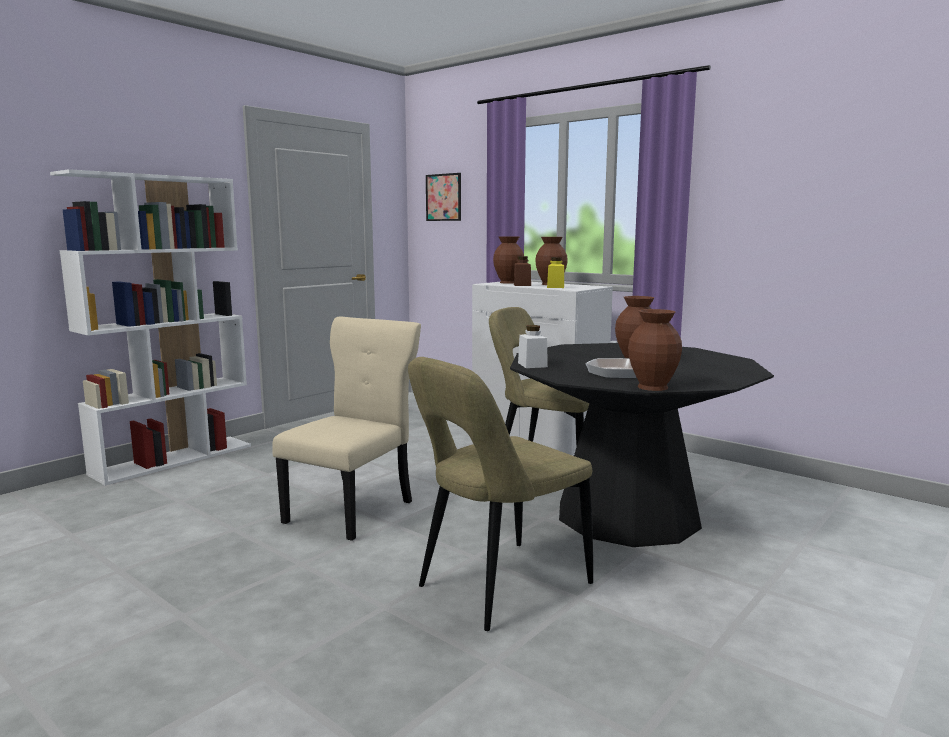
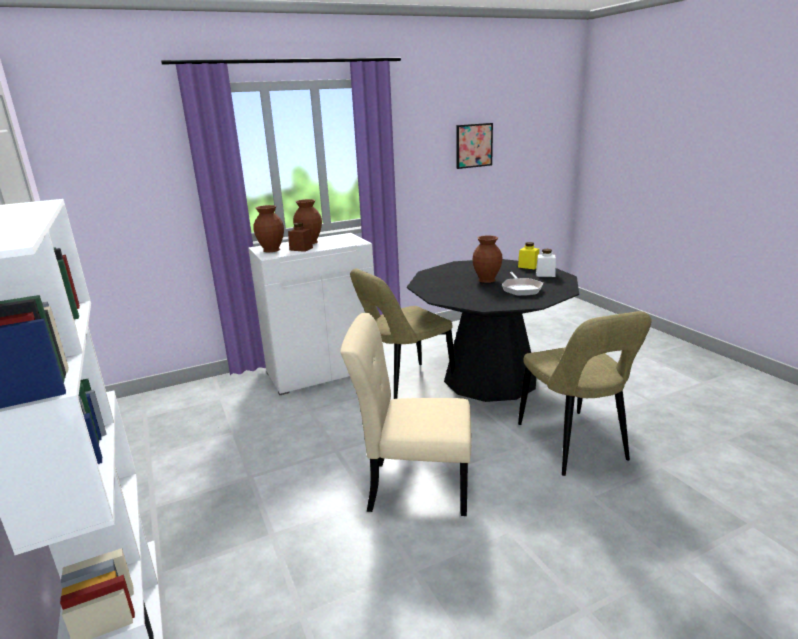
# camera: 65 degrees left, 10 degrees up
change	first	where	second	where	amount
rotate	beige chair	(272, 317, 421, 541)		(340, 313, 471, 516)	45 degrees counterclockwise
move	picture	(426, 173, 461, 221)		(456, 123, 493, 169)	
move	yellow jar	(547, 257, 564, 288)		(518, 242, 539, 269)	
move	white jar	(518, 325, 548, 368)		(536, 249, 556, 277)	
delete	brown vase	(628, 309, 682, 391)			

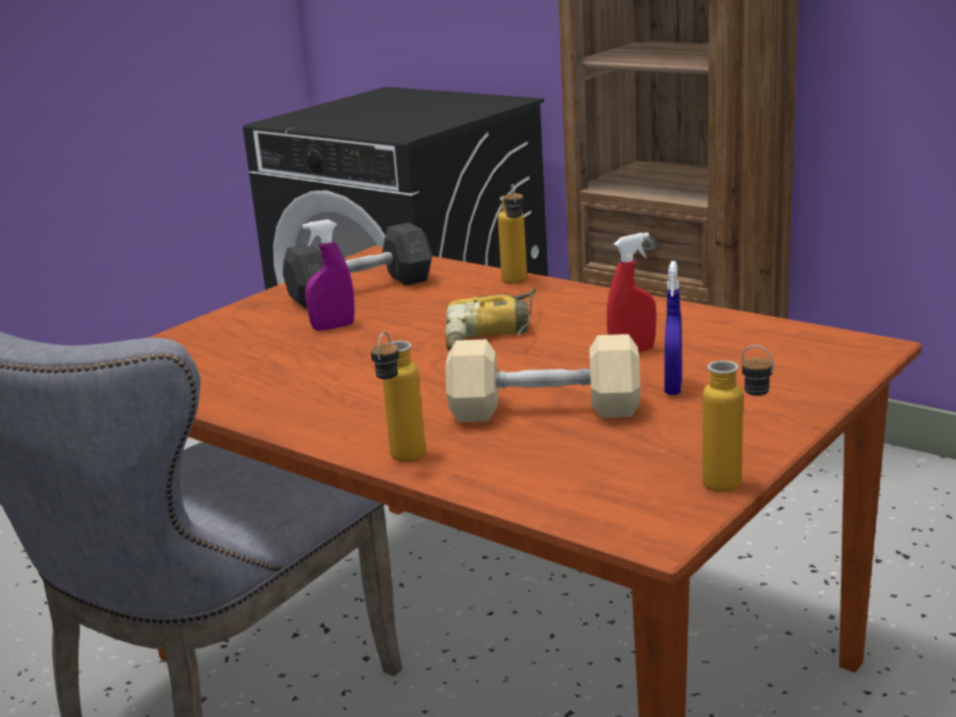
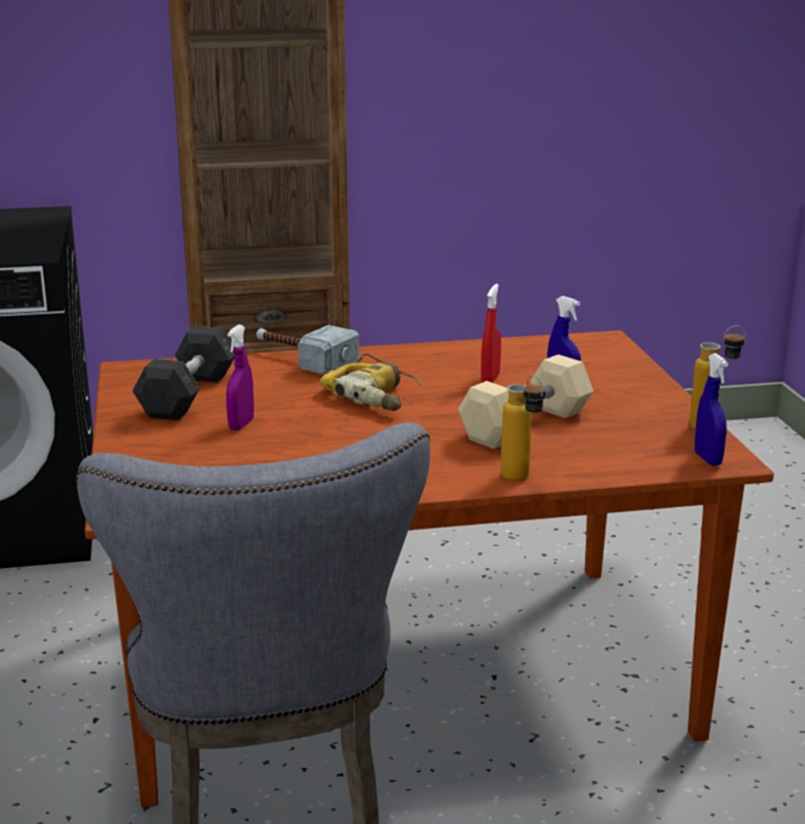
# camera: 50 degrees left, 0 degrees up
change	first	where	second	where	amount
replace	bottle	(498, 184, 527, 284)	hammer	(256, 325, 359, 374)	
insert			blue spray bottle	(695, 353, 728, 466)	

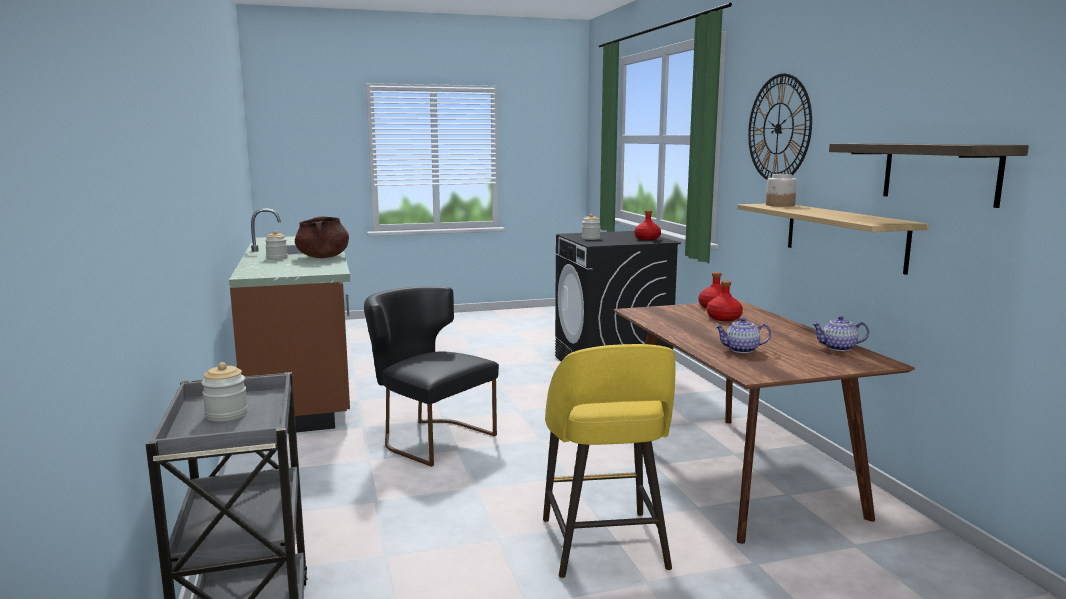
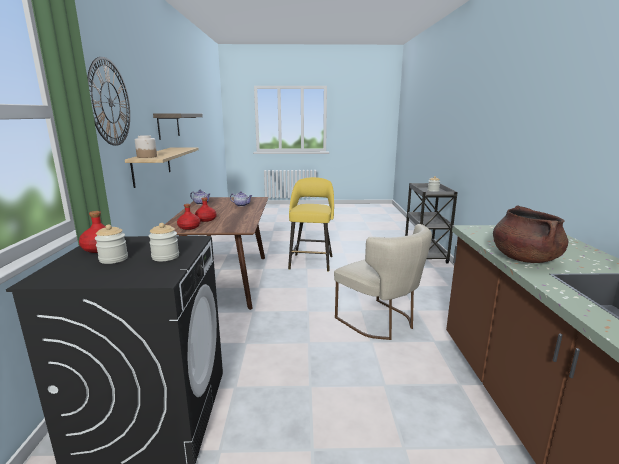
# camera: 165 degrees left, 5 degrees up
change	first	where	second	where	amount
move	jar	(265, 231, 288, 260)		(95, 224, 128, 264)	
recolor	black chair	(364, 286, 499, 467)	beige chair	(334, 224, 432, 340)	

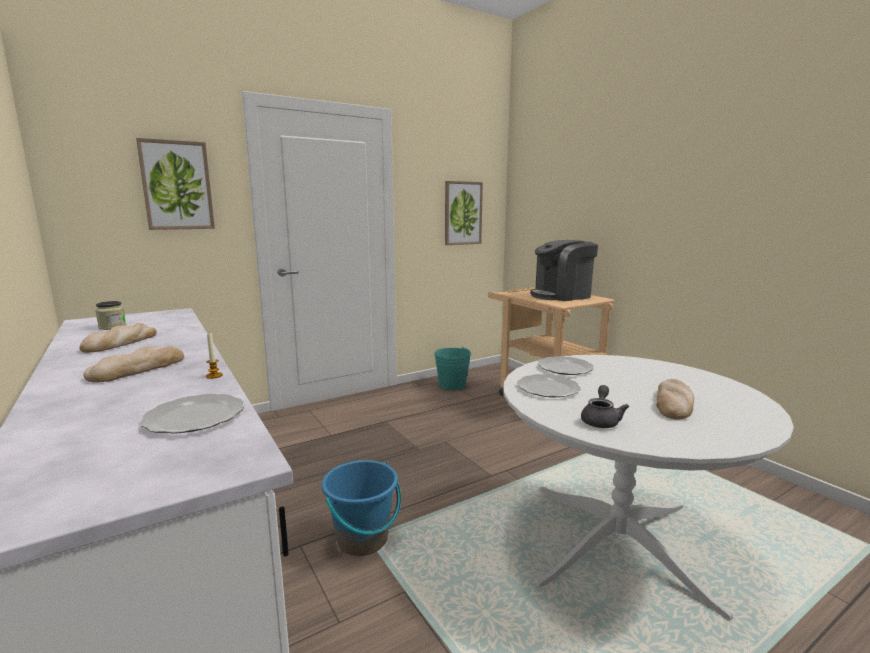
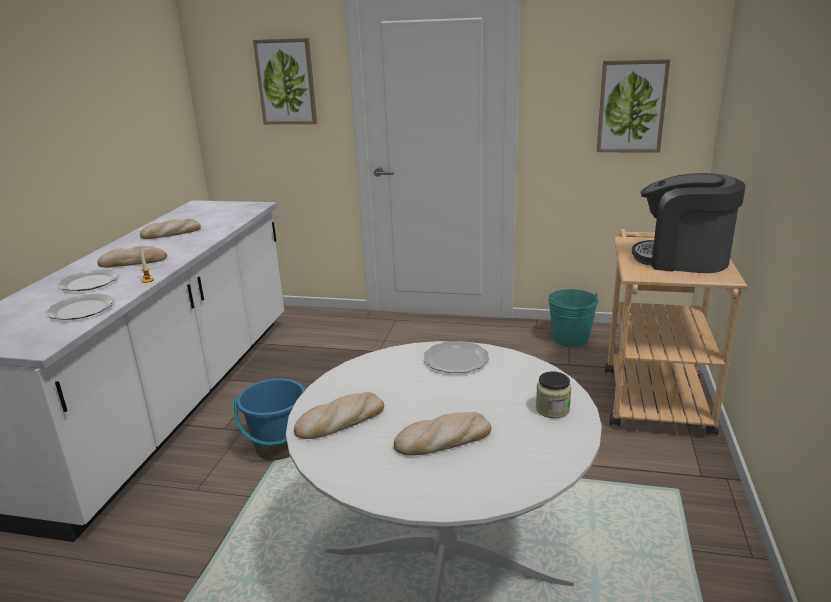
# camera: 45 degrees right, 10 degrees up
change	first	where	second	where	amount
move	plate	(517, 374, 581, 397)		(58, 269, 119, 291)	
replace	grey teapot	(581, 385, 630, 428)	bread	(294, 392, 384, 439)	
move	jar	(95, 301, 126, 330)		(536, 371, 571, 418)	

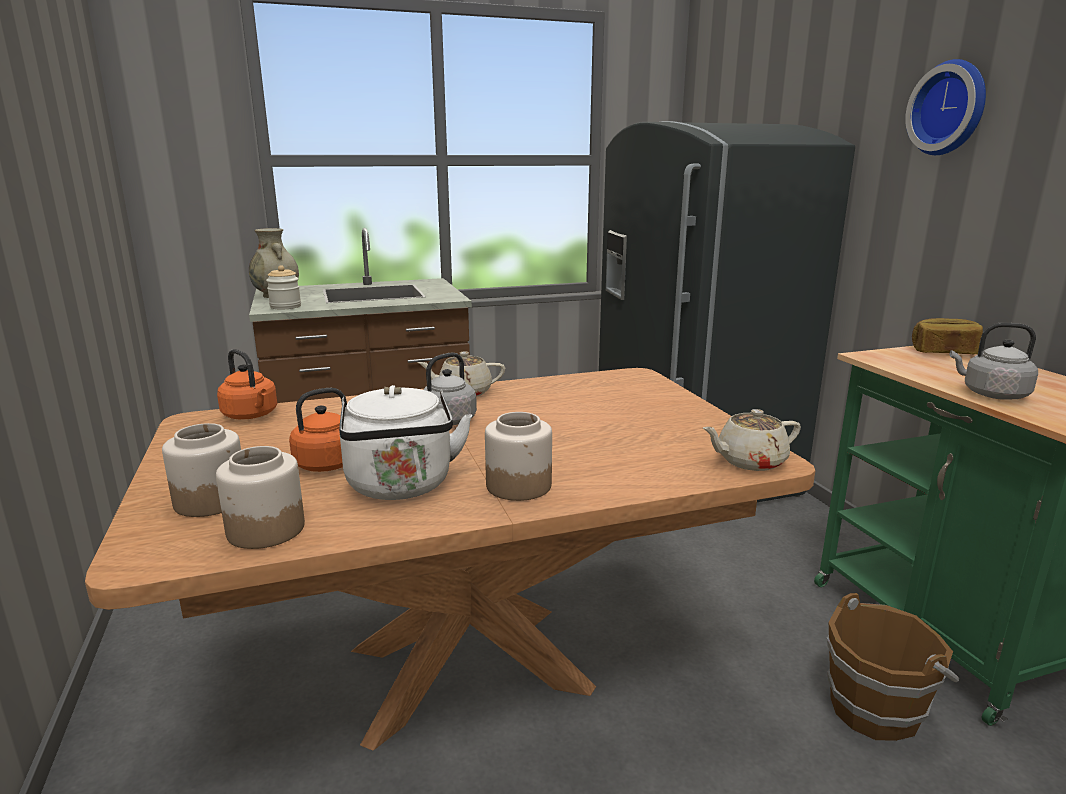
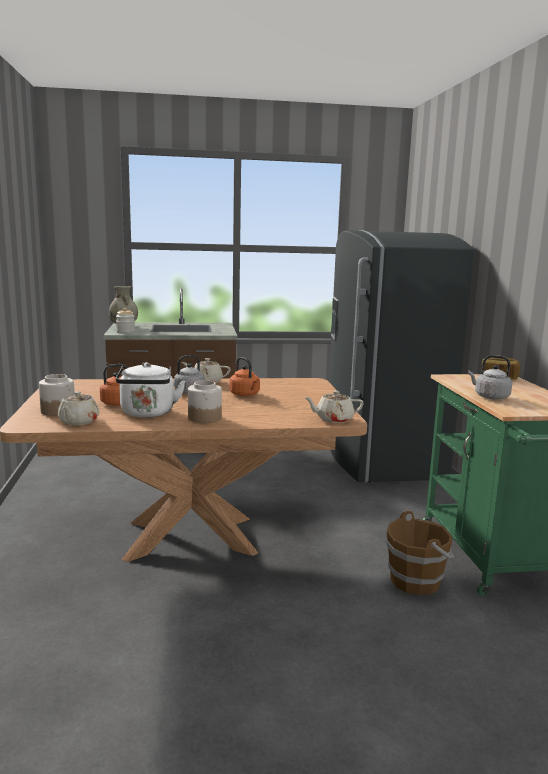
# camera: 10 degrees right, 5 degrees down
change	first	where	second	where	amount
replace	jar	(216, 446, 305, 549)	beige teapot	(58, 391, 99, 425)	
move	orange kettle	(217, 349, 277, 419)		(229, 357, 260, 396)	
delete	wall clock	(905, 59, 986, 155)			

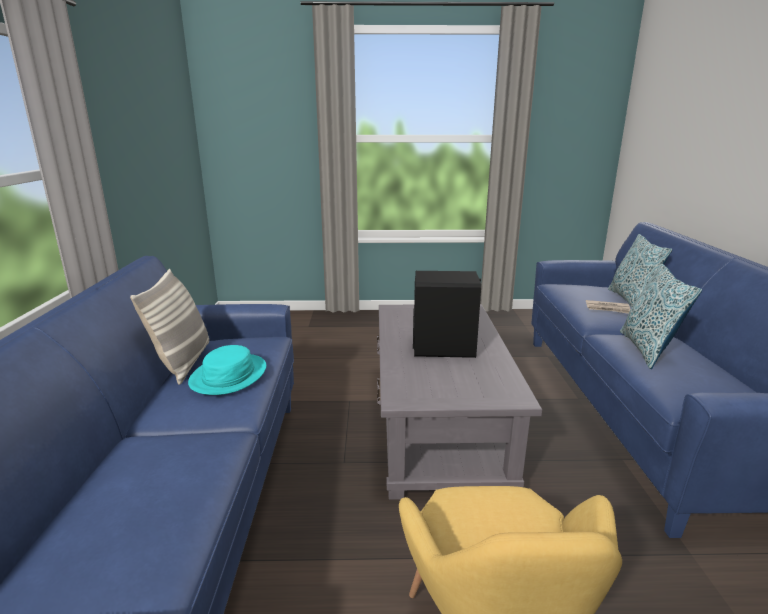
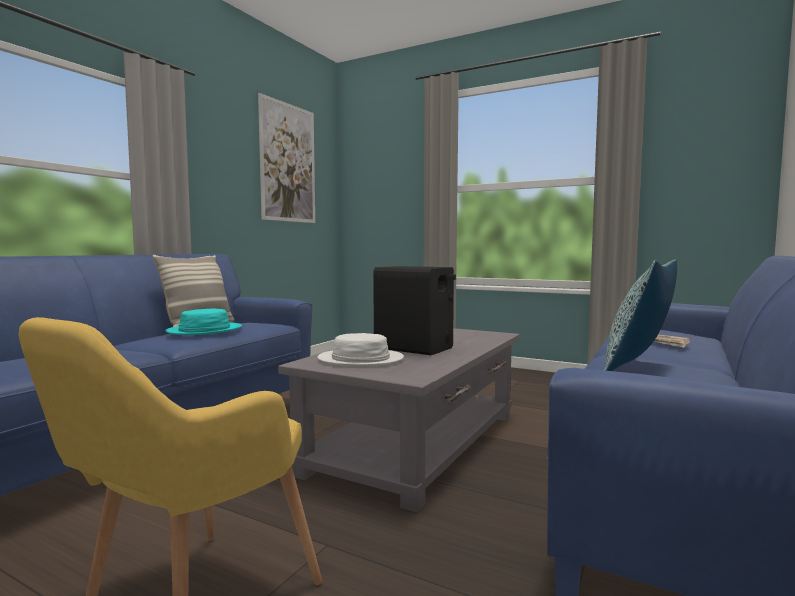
# camera: 30 degrees right, 15 degrees down
change	first	where	second	where	amount
insert			picture	(258, 93, 315, 223)	
insert			white hat	(317, 333, 404, 366)	
delete	pillow	(608, 234, 673, 308)			

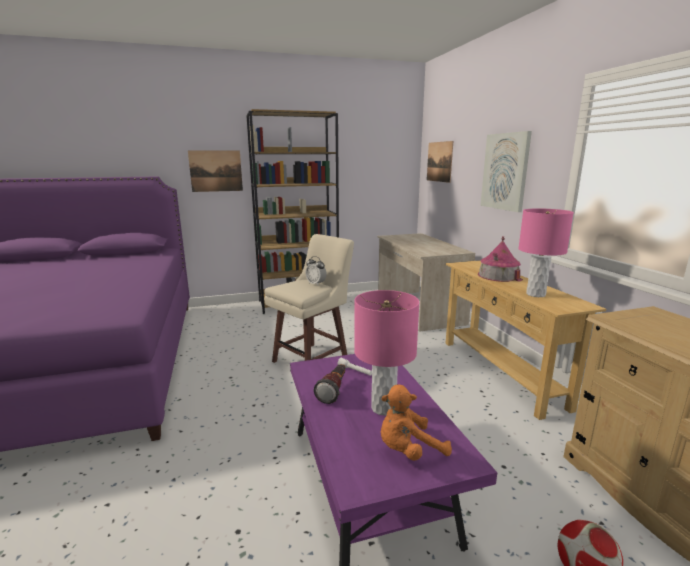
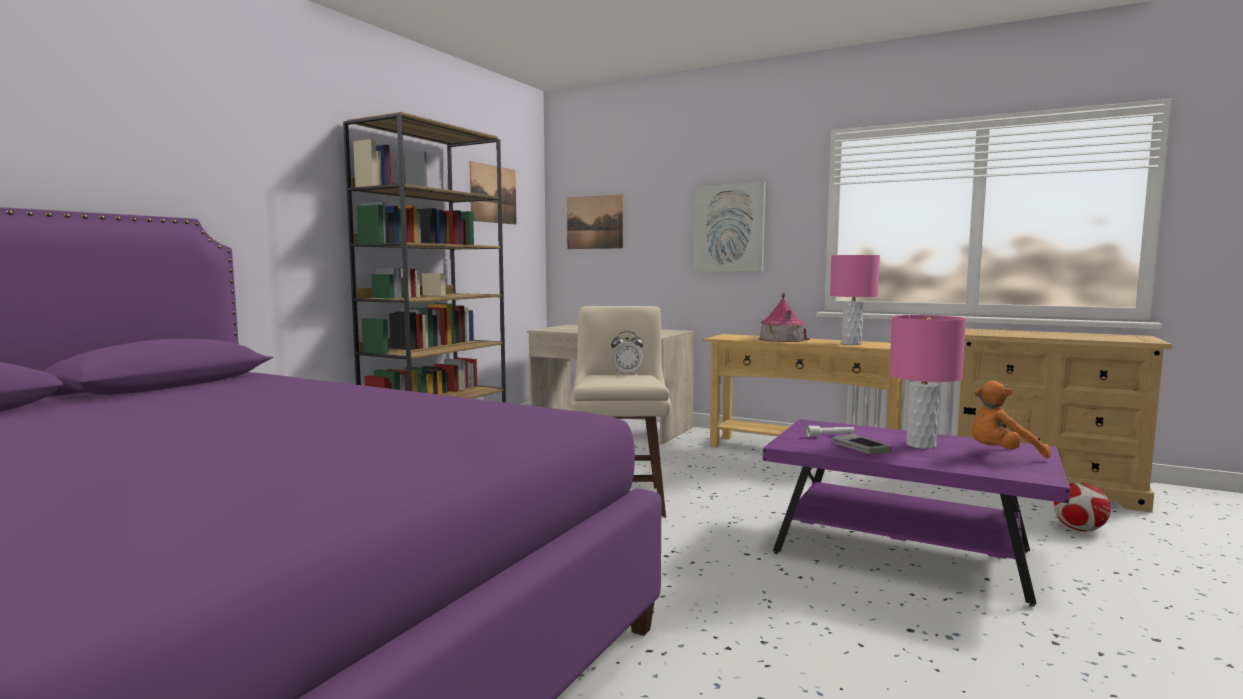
# camera: 45 degrees left, 10 degrees down
change	first	where	second	where	amount
move	picture	(188, 150, 243, 192)		(470, 161, 517, 225)	
replace	flashlight	(314, 364, 345, 404)	book	(832, 433, 892, 454)	
rotate	orange plush toy	(381, 385, 452, 461)		(972, 381, 1051, 458)	60 degrees clockwise

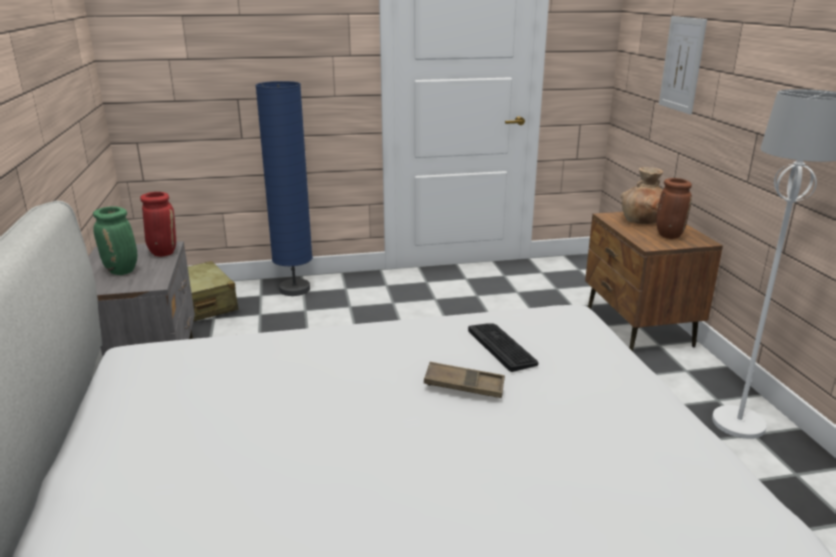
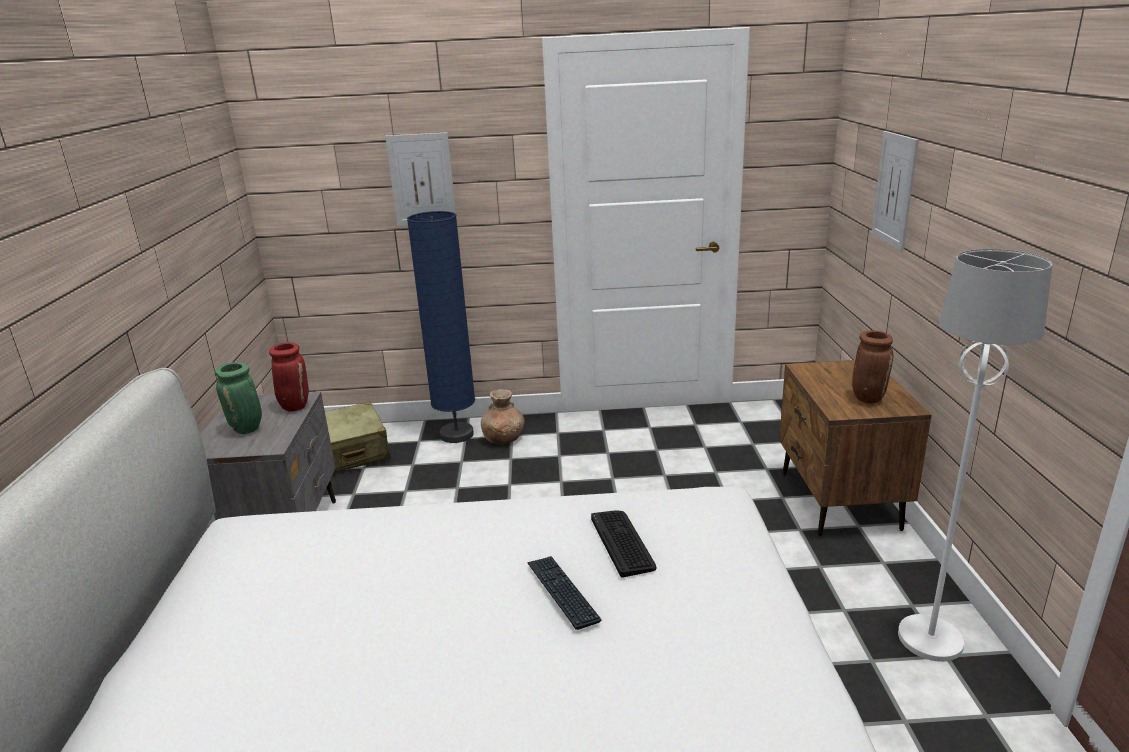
# camera: 10 degrees right, 0 degrees up
change	first	where	second	where	amount
insert			picture	(385, 132, 457, 226)	
move	brown vase	(620, 167, 663, 224)		(481, 389, 525, 444)	
replace	brown tray	(424, 362, 505, 398)	keyboard	(528, 556, 602, 630)	

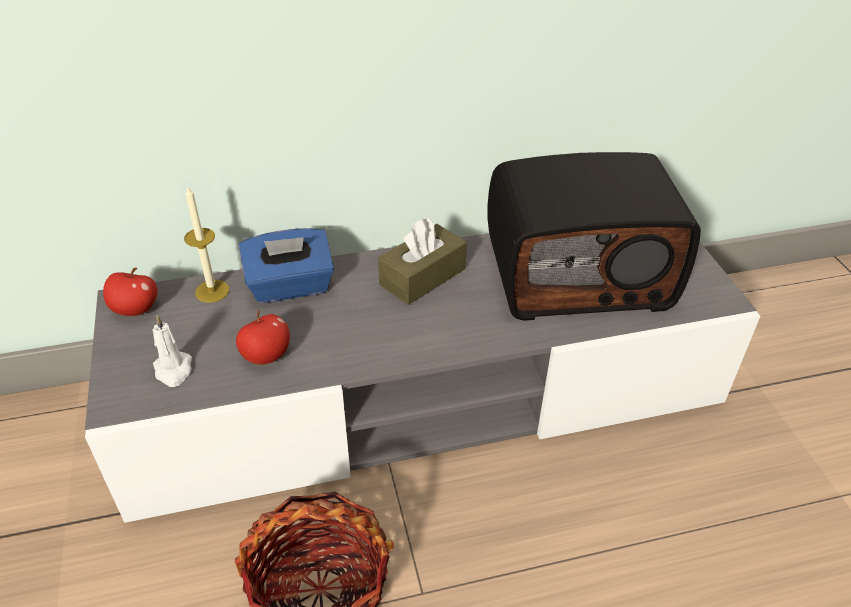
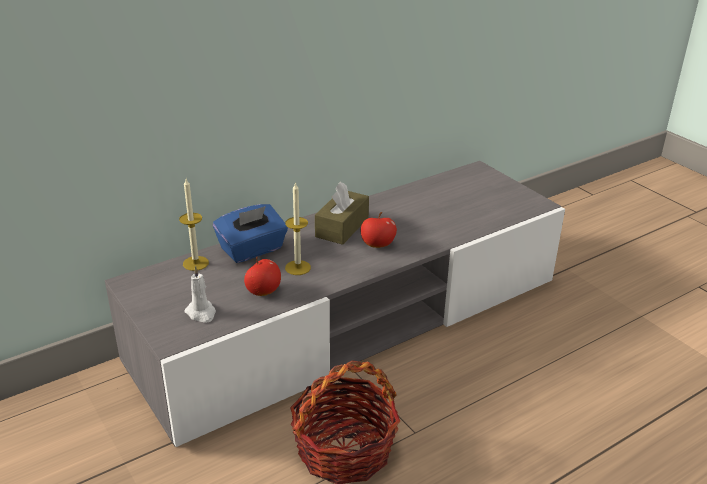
# camera: 20 degrees left, 10 degrees down
change	first	where	second	where	amount
insert			candle	(285, 182, 311, 275)	
move	apple	(103, 268, 158, 316)		(361, 212, 397, 248)	
delete	radio	(488, 152, 701, 321)			

